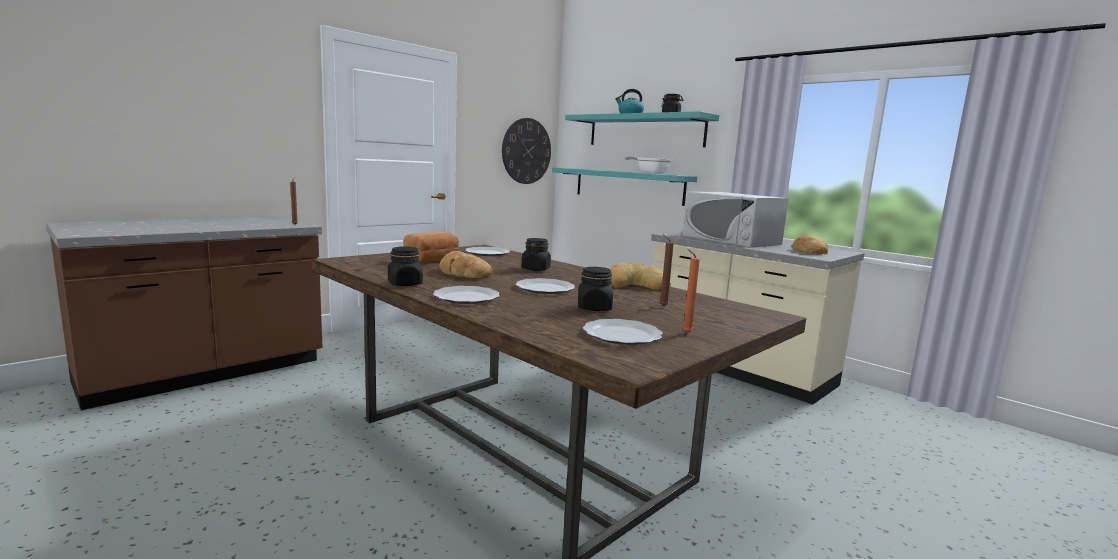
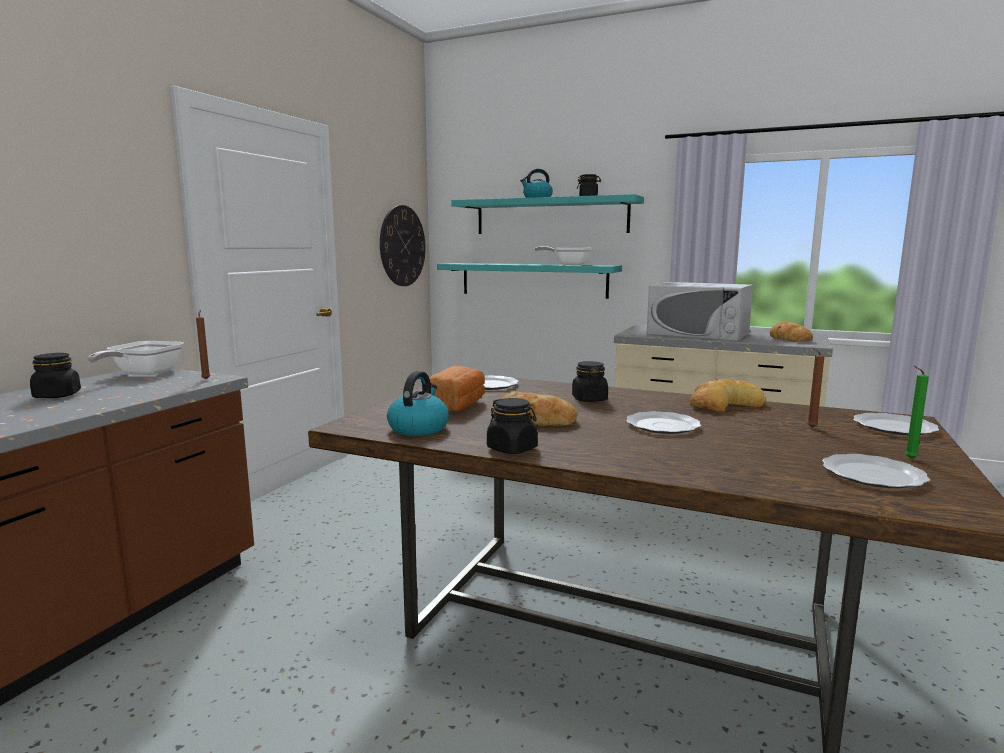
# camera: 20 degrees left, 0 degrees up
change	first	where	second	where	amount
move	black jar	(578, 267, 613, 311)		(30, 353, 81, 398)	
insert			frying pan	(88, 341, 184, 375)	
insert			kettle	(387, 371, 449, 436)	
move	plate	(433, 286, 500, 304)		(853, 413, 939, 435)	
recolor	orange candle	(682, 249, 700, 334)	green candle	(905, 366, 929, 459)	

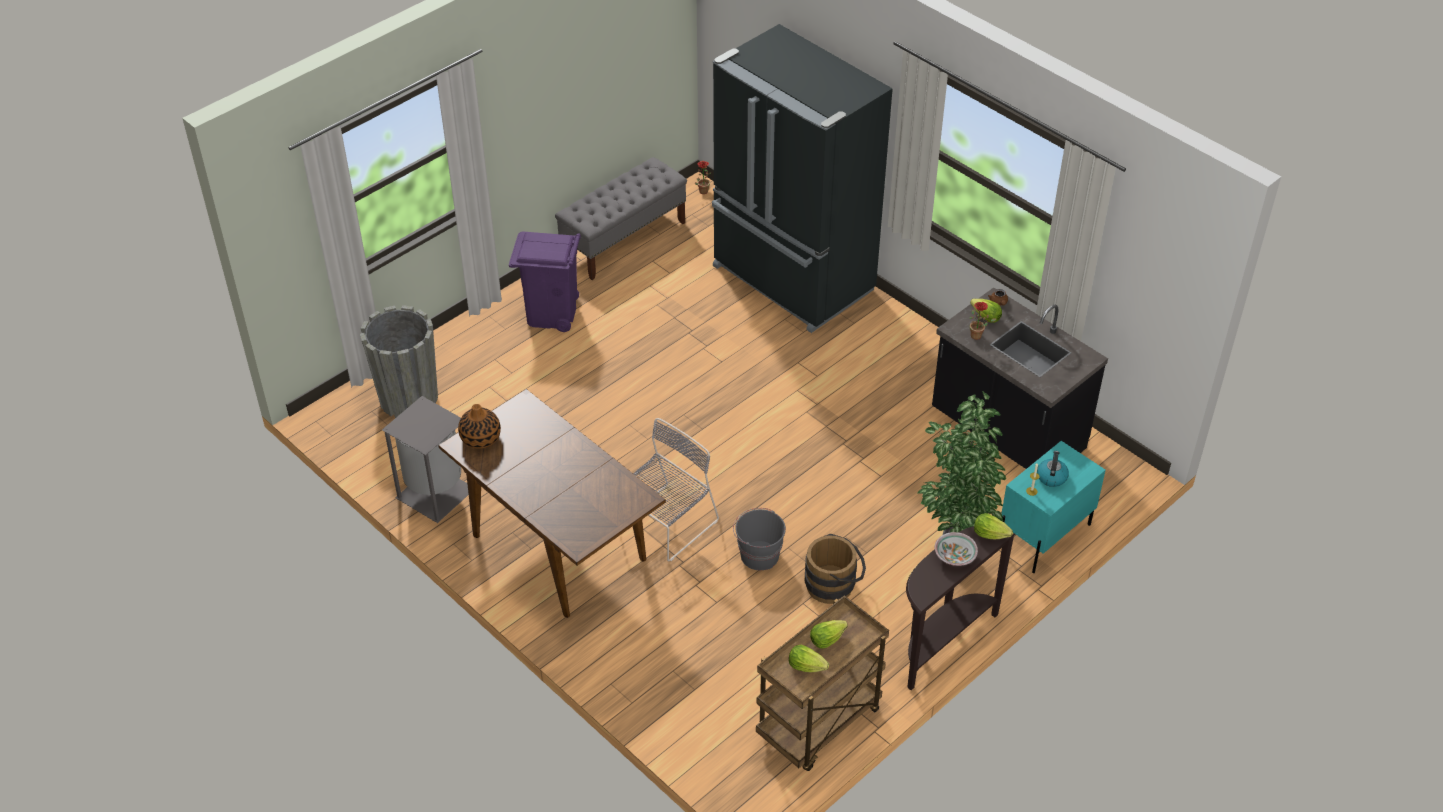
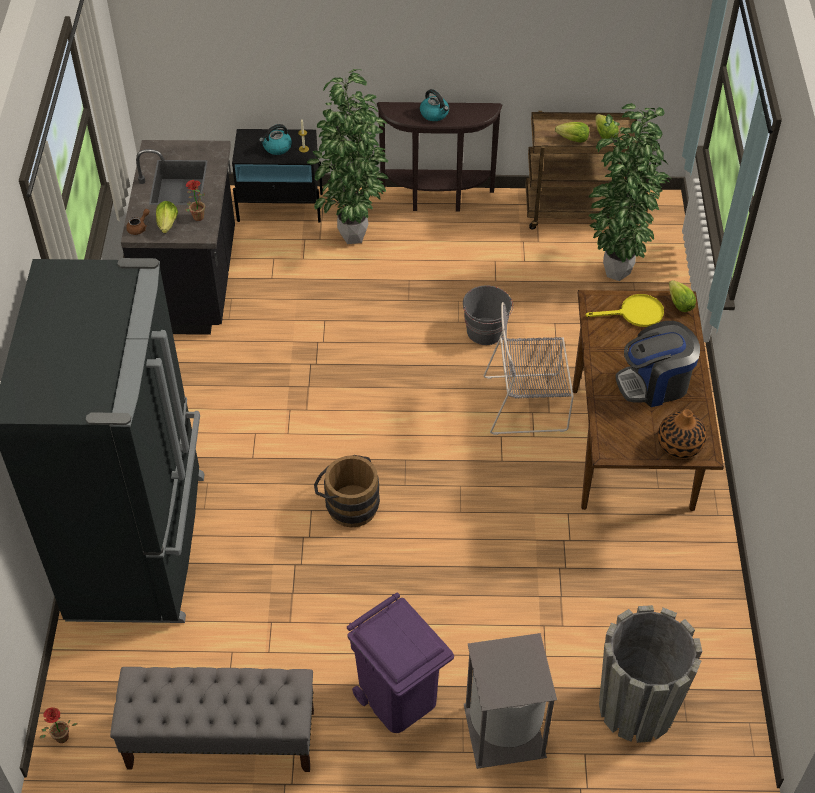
# camera: 135 degrees left, 5 degrees up
change	first	where	second	where	amount
recolor	turquoise nightstand	(1002, 441, 1106, 573)	black nightstand	(232, 129, 323, 223)	
move	brown bucket	(805, 533, 866, 604)		(314, 455, 380, 527)	
replace	bowl	(935, 532, 978, 566)	kettle	(420, 89, 449, 121)	
move	grey trash can	(382, 396, 469, 523)		(464, 633, 557, 769)	
insert			yellow frying pan	(585, 294, 664, 327)	
insert			potted plant	(589, 103, 672, 281)	
insert			coffee machine	(616, 321, 700, 407)	
move	lettuce	(974, 513, 1013, 539)		(669, 280, 696, 312)	

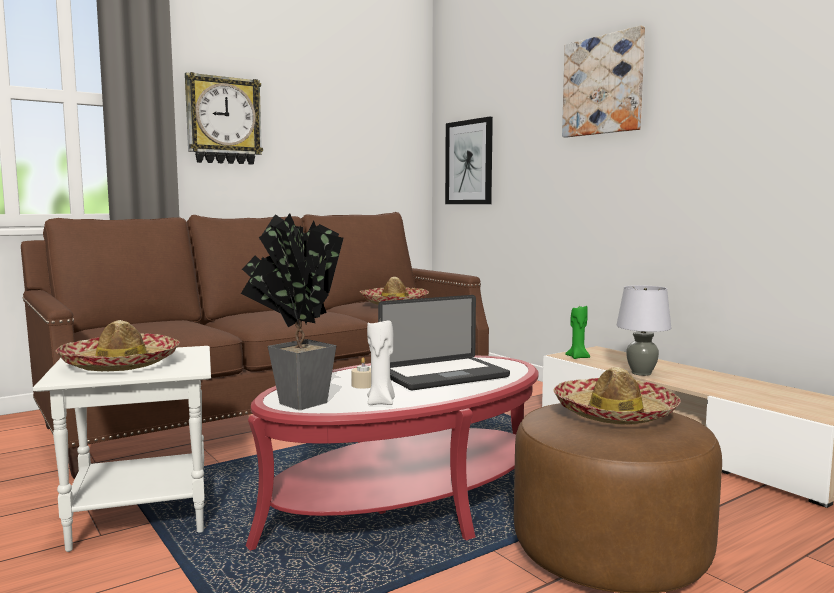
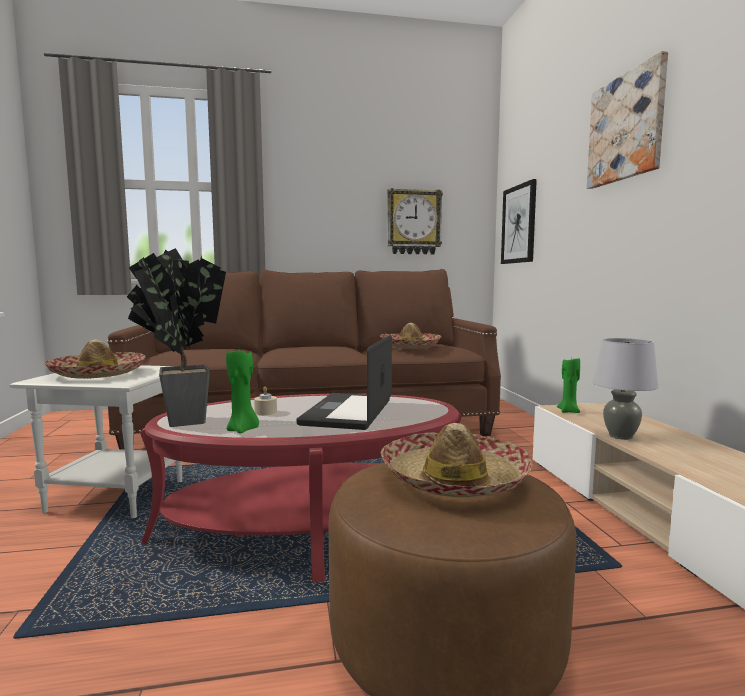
# camera: 25 degrees right, 0 degrees up
change	first	where	second	where	amount
recolor	white candle	(367, 320, 395, 405)	green candle	(226, 350, 259, 433)	
rotate	laptop	(378, 295, 510, 390)		(296, 335, 392, 430)	105 degrees clockwise
move	wall clock	(185, 72, 263, 165)		(387, 188, 443, 254)	

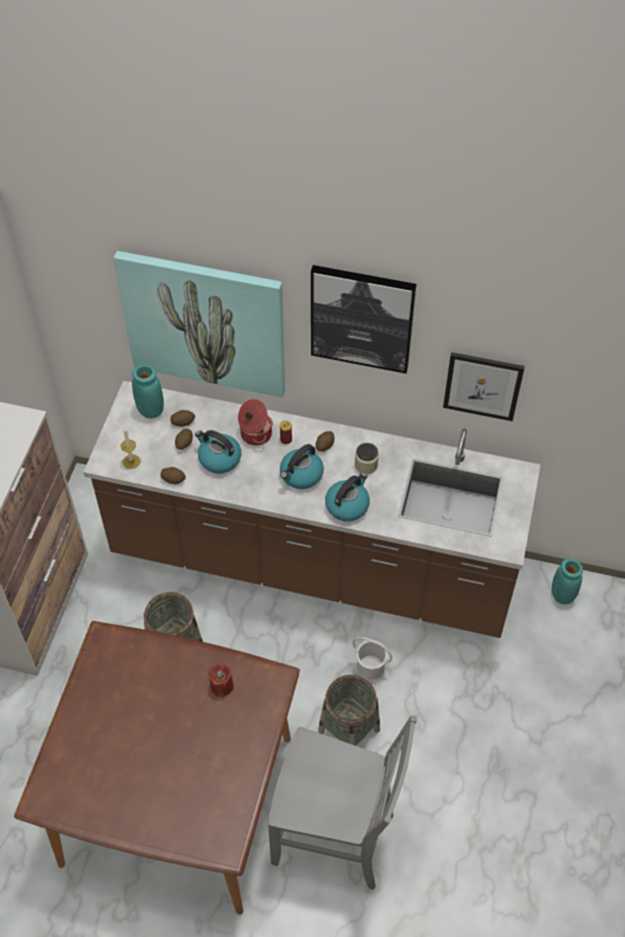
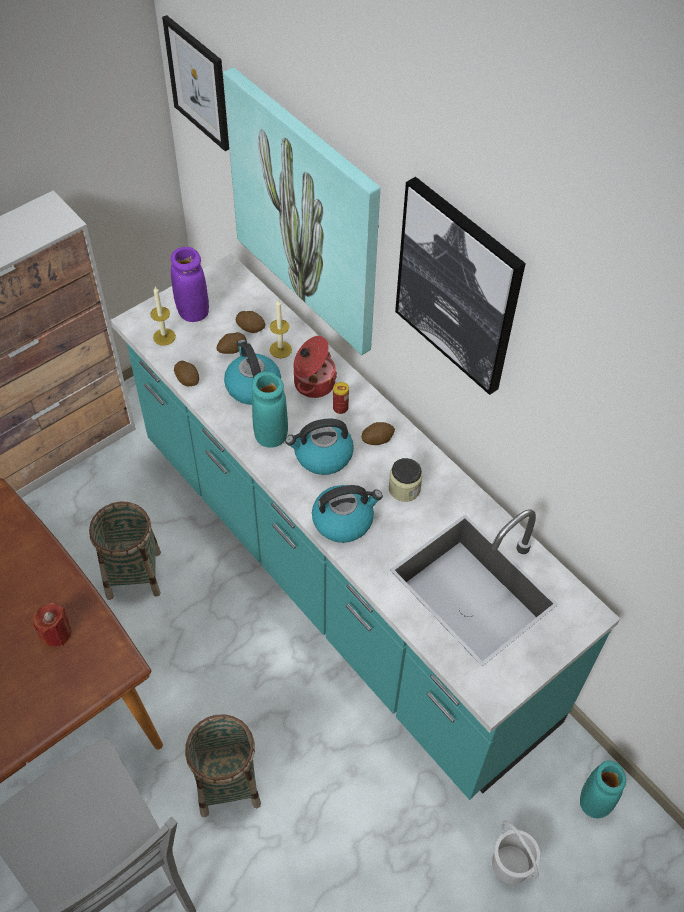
# camera: 35 degrees right, 0 degrees up
change	first	where	second	where	amount
recolor	brown counter	(83, 381, 541, 638)	turquoise counter	(110, 254, 620, 800)	
move	picture	(443, 352, 525, 421)		(162, 15, 229, 151)	
insert			purple vase	(171, 247, 209, 322)	
move	turquoise vase	(132, 365, 164, 418)		(252, 371, 288, 448)	
insert			candle	(269, 300, 292, 358)	
move	white bucket	(353, 637, 392, 680)		(492, 820, 541, 884)	

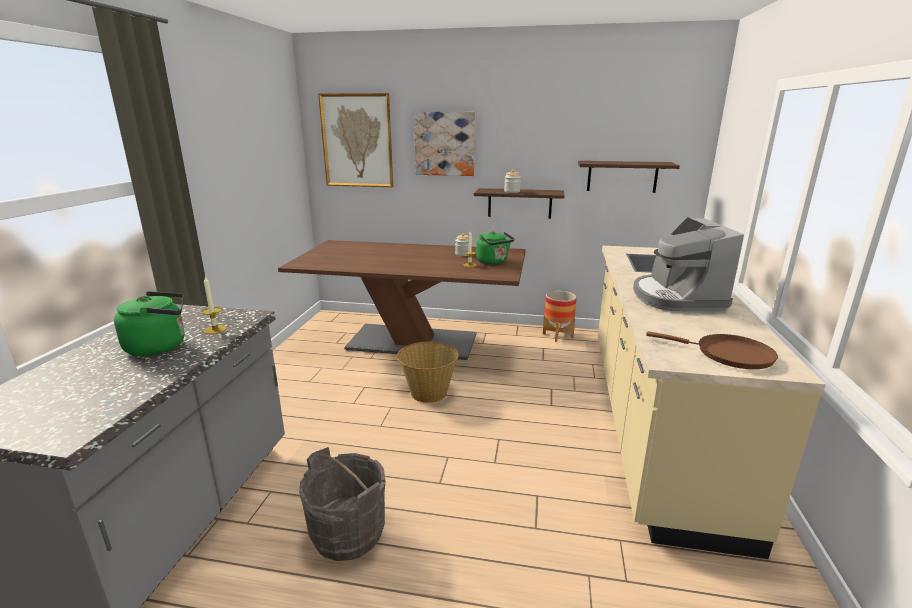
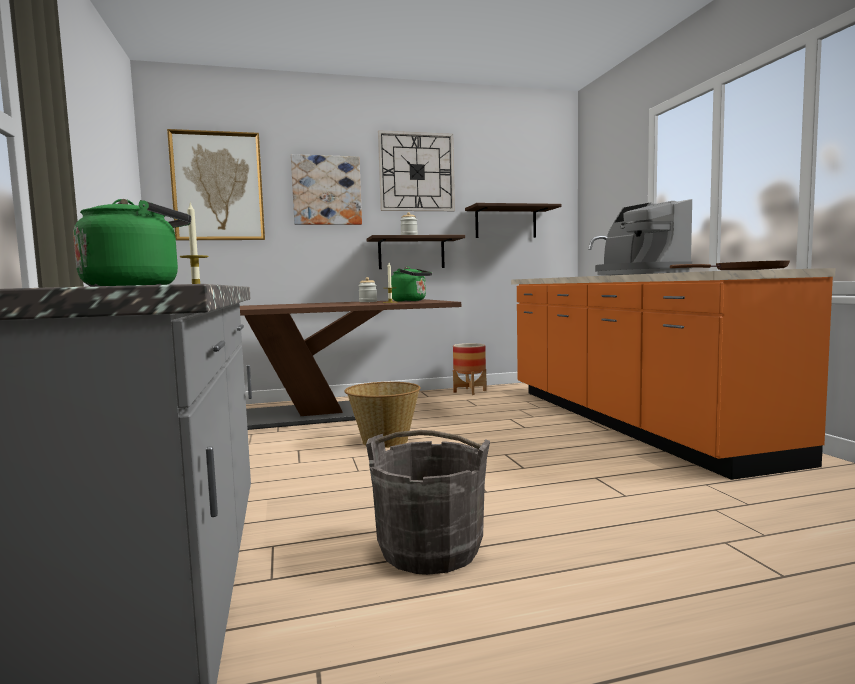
# camera: 25 degrees left, 15 degrees down
change	first	where	second	where	amount
insert			wall clock	(378, 130, 455, 211)	
recolor	beige counter	(598, 246, 826, 559)	orange counter	(511, 236, 835, 480)	

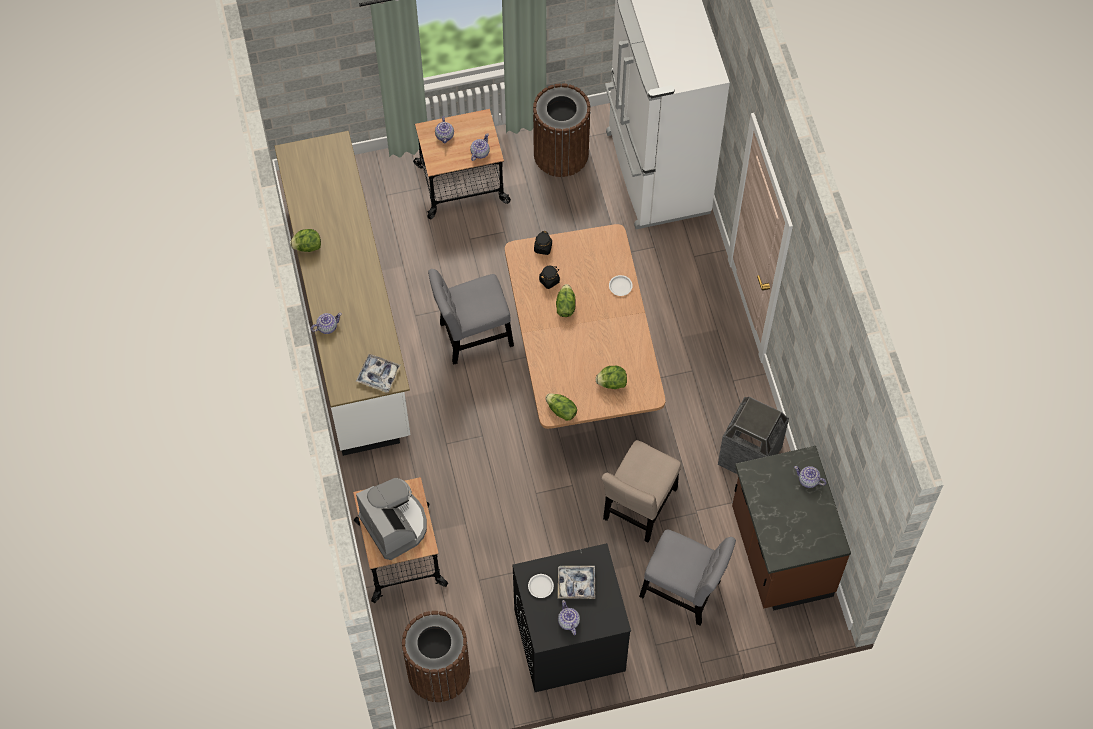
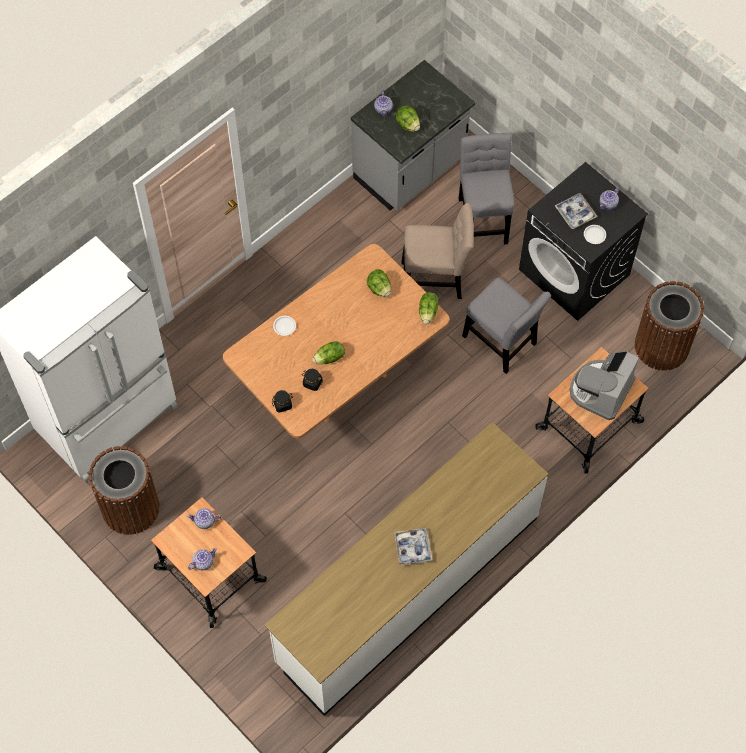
# camera: 120 degrees left, 0 degrees up
change	first	where	second	where	amount
recolor	brown counter	(732, 446, 851, 611)	grey counter	(351, 60, 475, 211)	
move	tray	(356, 354, 401, 392)		(394, 528, 433, 565)	
move	lettuce	(290, 229, 321, 252)		(396, 105, 420, 132)	
move	grey chair	(428, 269, 514, 365)		(462, 278, 551, 374)	
delete	teapot	(311, 313, 342, 334)			
delete	trash can	(718, 397, 789, 474)			

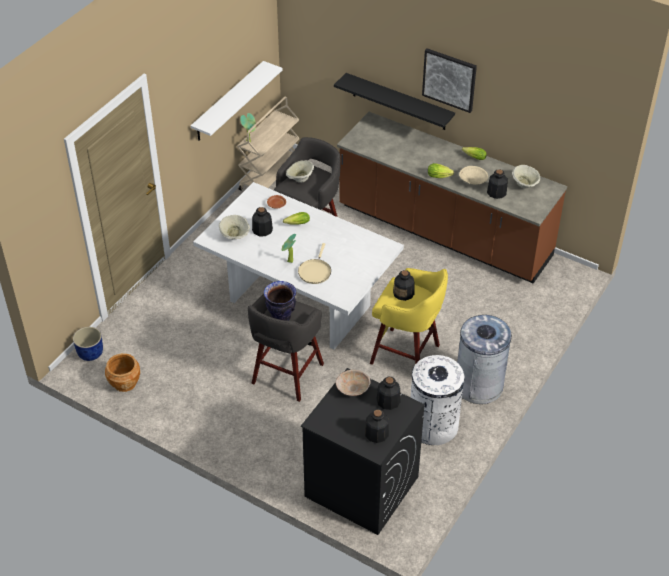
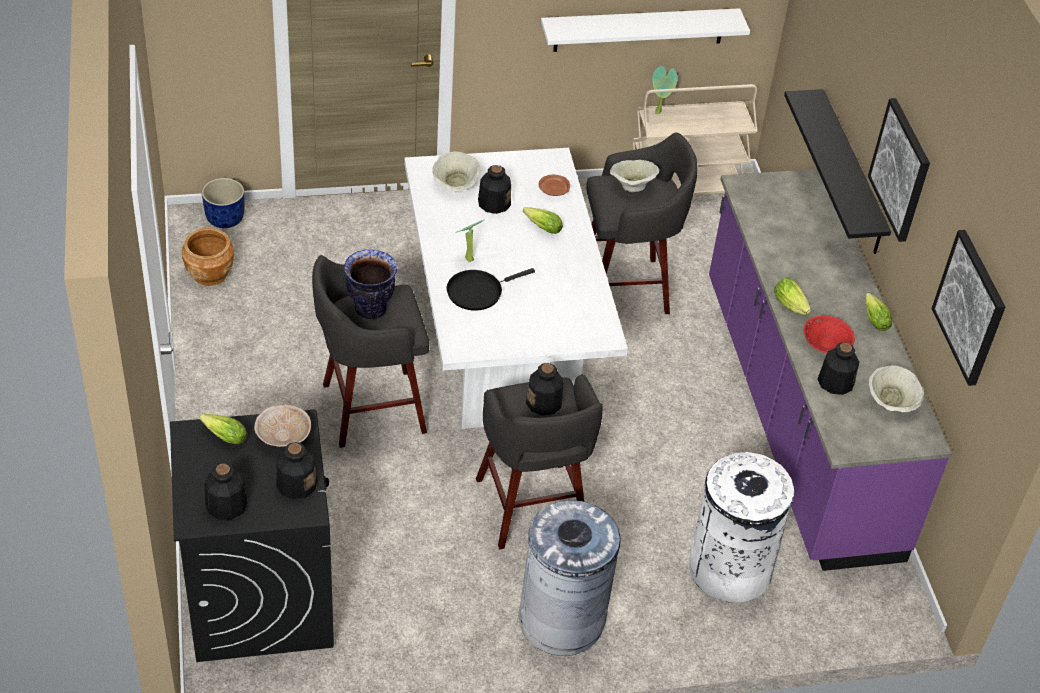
# camera: 45 degrees right, 0 degrees up
change	first	where	second	where	amount
insert			lettuce	(199, 414, 247, 444)	
recolor	beige frying pan	(298, 243, 331, 284)	black frying pan	(447, 268, 535, 311)	
recolor	yellow stool	(370, 268, 448, 365)	grey stool	(476, 374, 602, 549)	
move	white trash can	(410, 355, 465, 445)		(689, 452, 794, 603)	
recolor	brown counter	(337, 112, 567, 284)	purple counter	(709, 169, 952, 571)	
recolor	beige bowl	(459, 166, 488, 185)	red bowl	(804, 316, 855, 353)	
insert			picture	(932, 230, 1005, 386)	

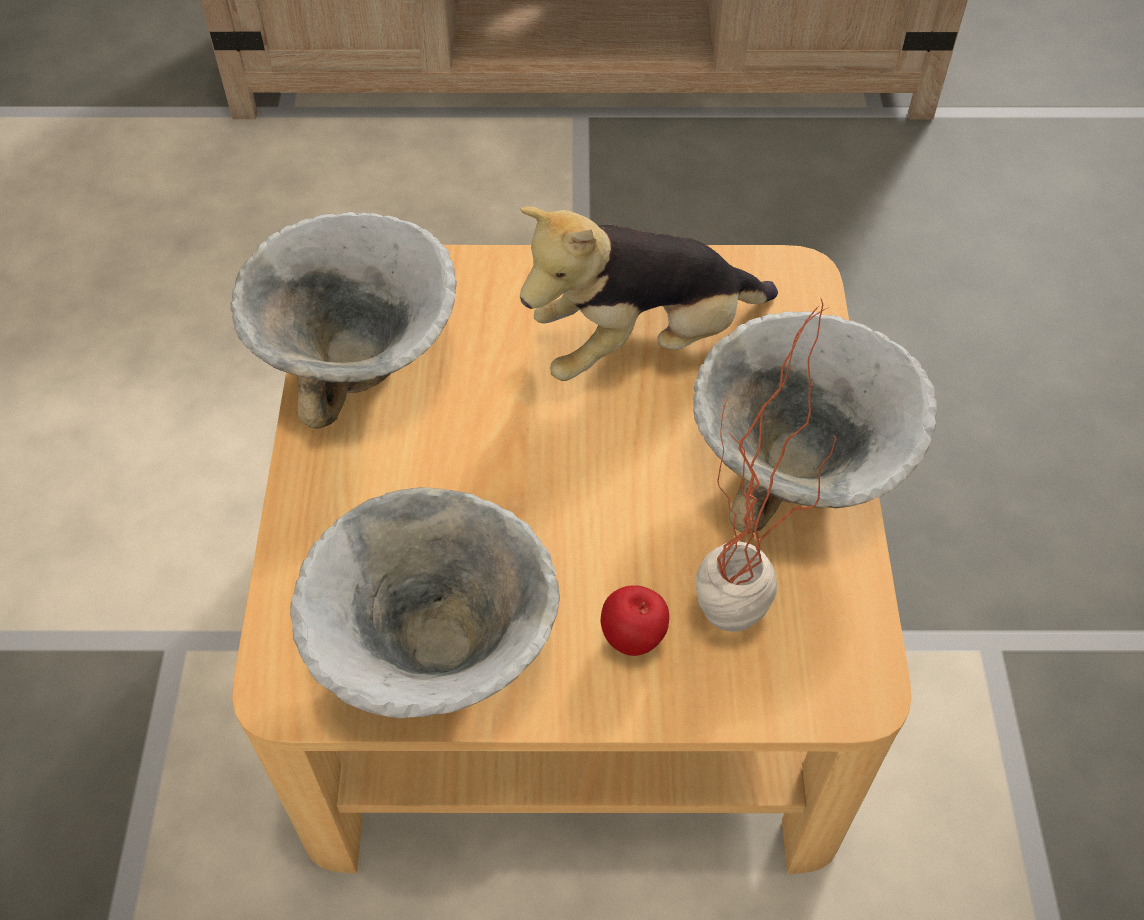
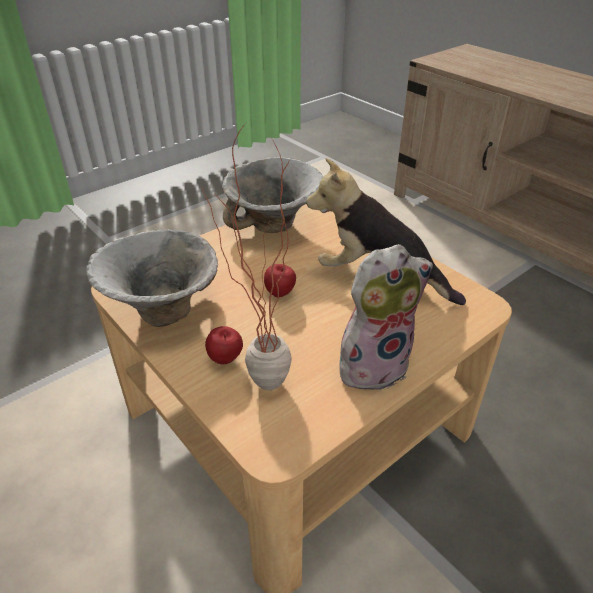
# camera: 50 degrees right, 15 degrees down
change	first	where	second	where	amount
insert			apple	(264, 264, 296, 297)	
replace	bowl	(693, 311, 937, 533)	plush toy	(339, 244, 433, 390)	

